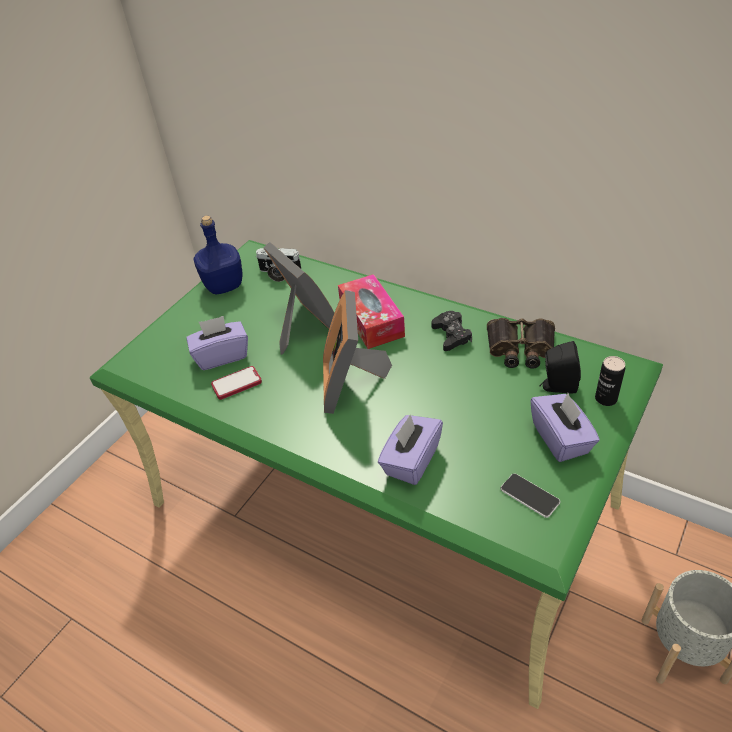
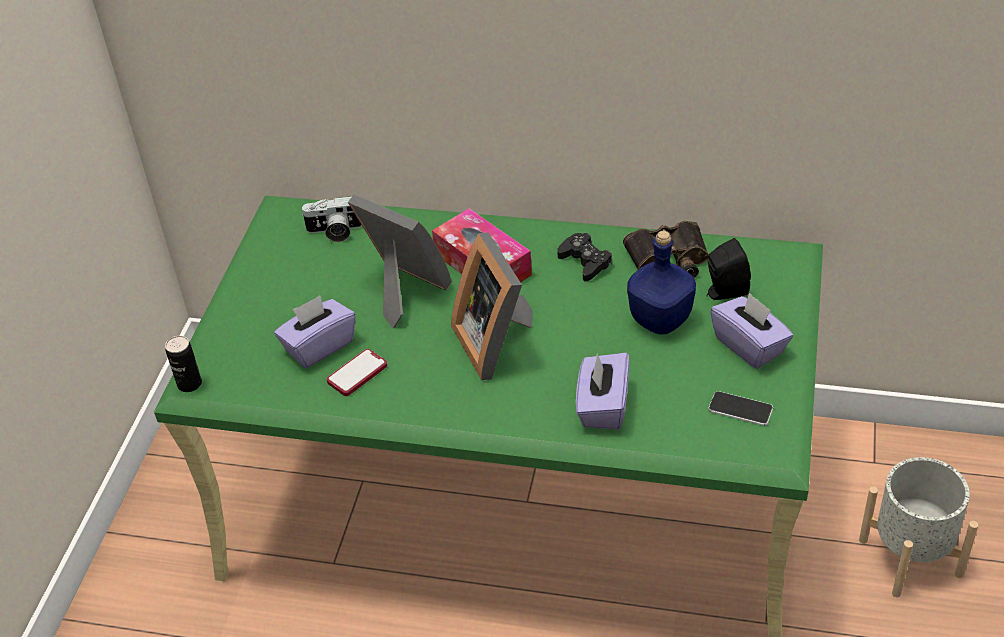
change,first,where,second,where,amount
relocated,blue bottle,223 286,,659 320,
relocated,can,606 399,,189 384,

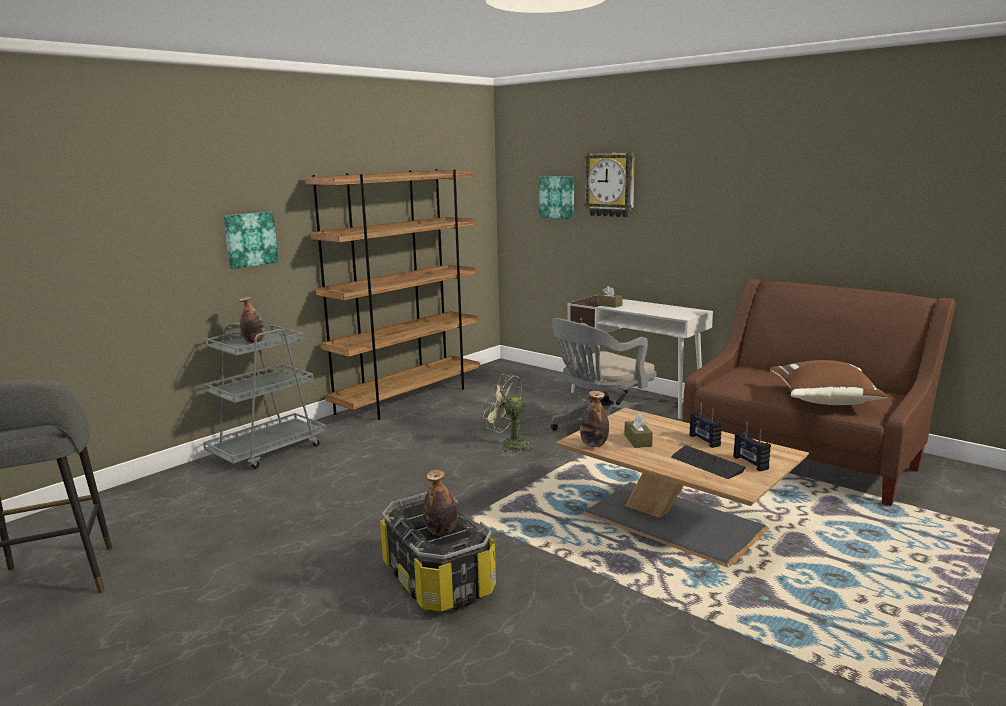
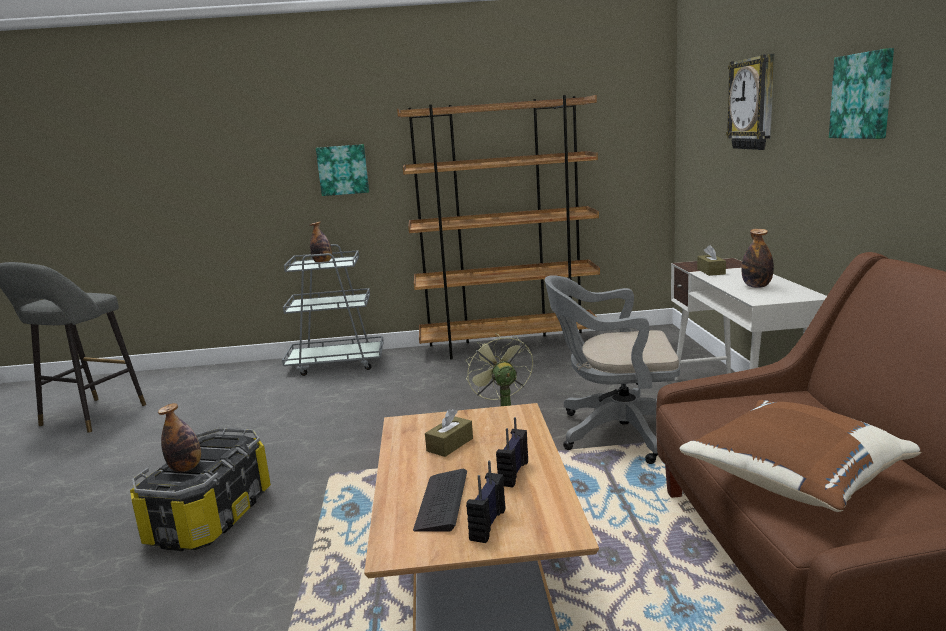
change,first,where,second,where,amount
relocated,picture,557 197,,863 96,
relocated,bottle,594 444,,756 286,

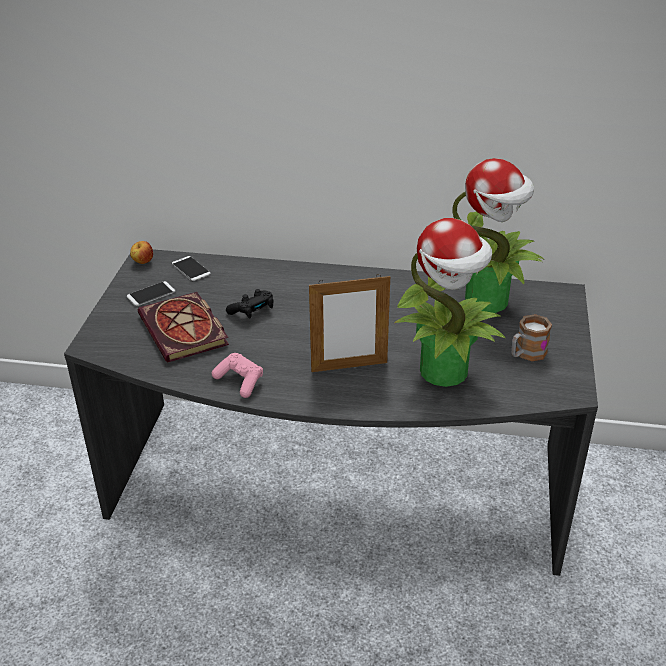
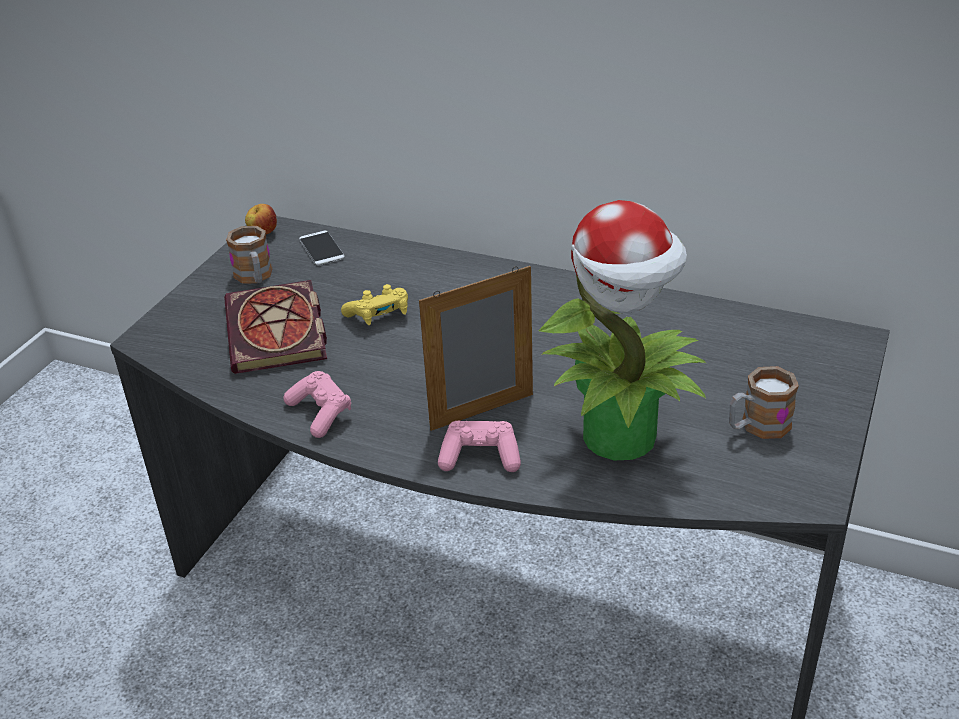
change,first,where,second,where,amount
missing,potted plant,488 301,,,
spun,picture frame,349 367,,482 412,150 degrees clockwise
exchanged,phone,151 294,mug,255 277,
colour,black game controller,252 311,yellow game controller,379 315,
appeared,,,pink game controller,480 457,

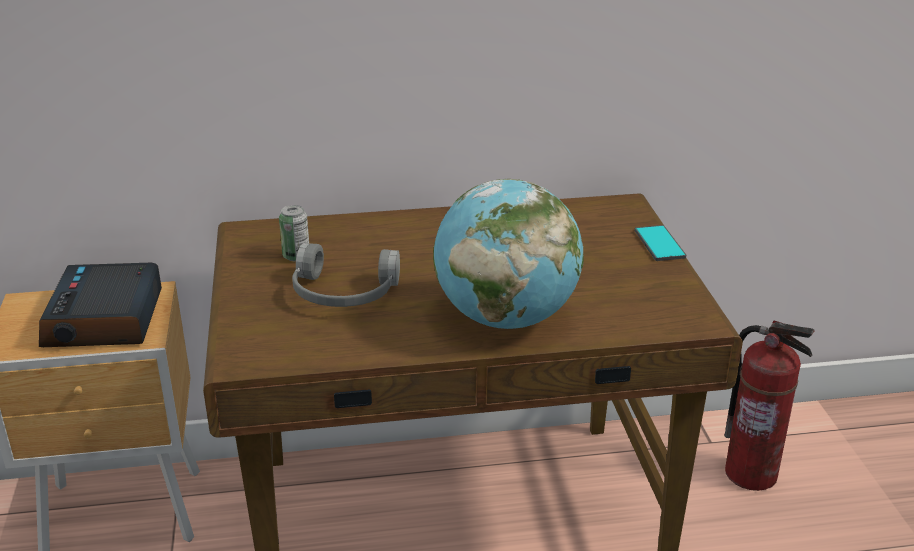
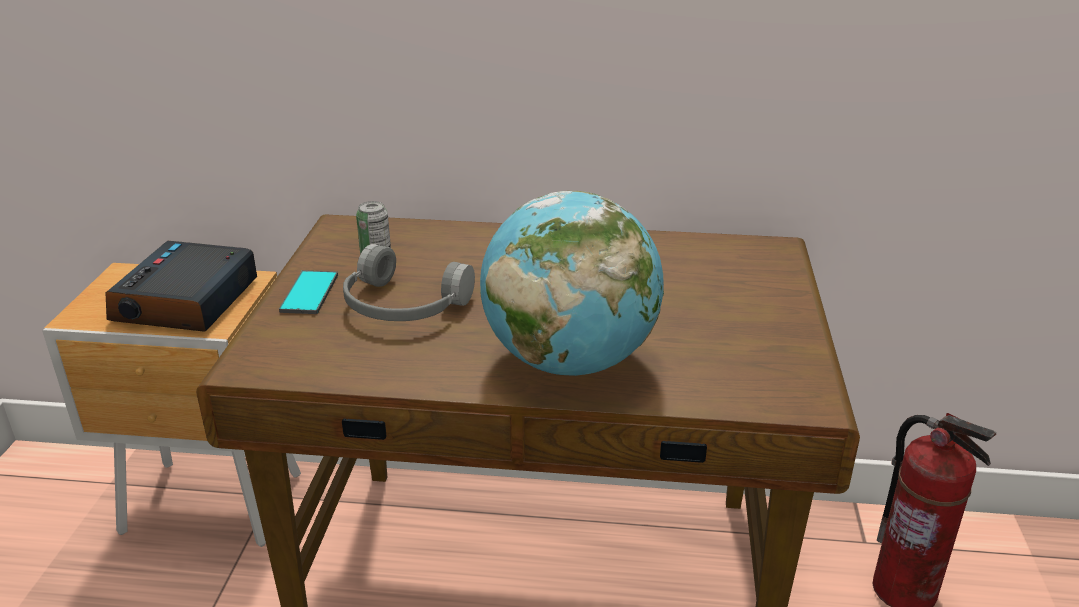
change,first,where,second,where,amount
relocated,phone,659 244,,309 293,

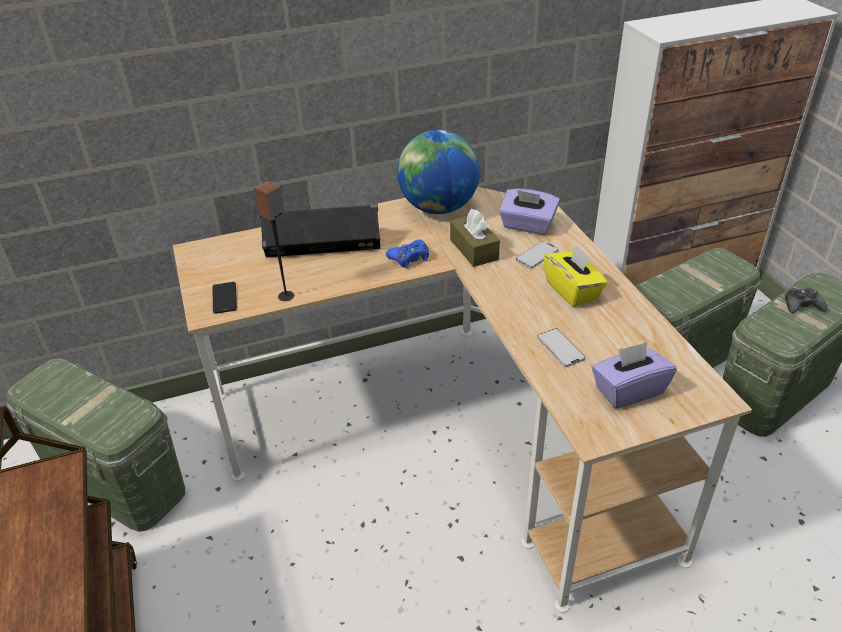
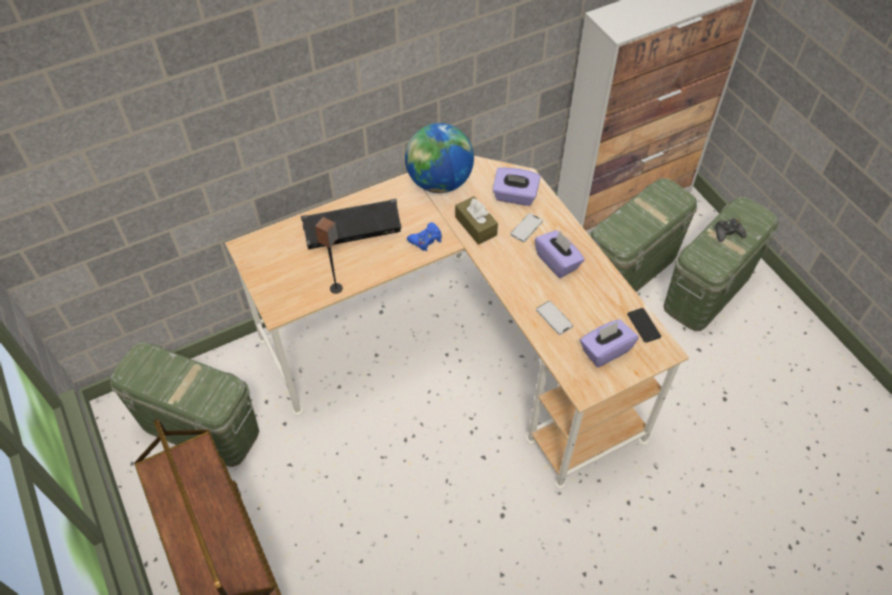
change,first,where,second,where,amount
colour,yellow tissue box,572 290,purple tissue box,557 262,
relocated,phone,224 298,,643 325,

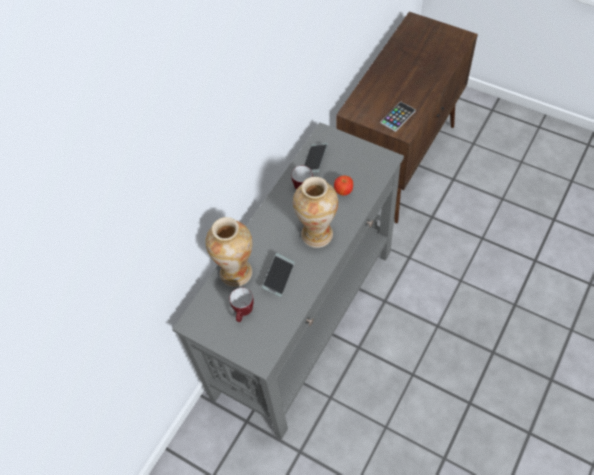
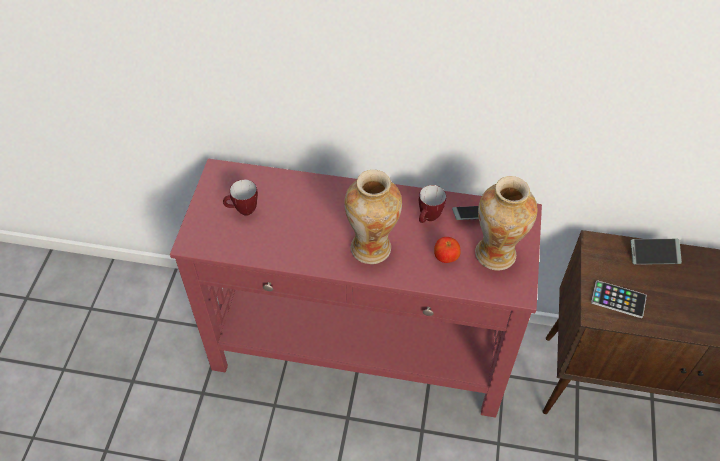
change,first,where,second,where,amount
colour,grey console table,306 321,red console table,361 350,
relocated,vase,236 272,,496 254,
relocated,phone,278 277,,654 254,

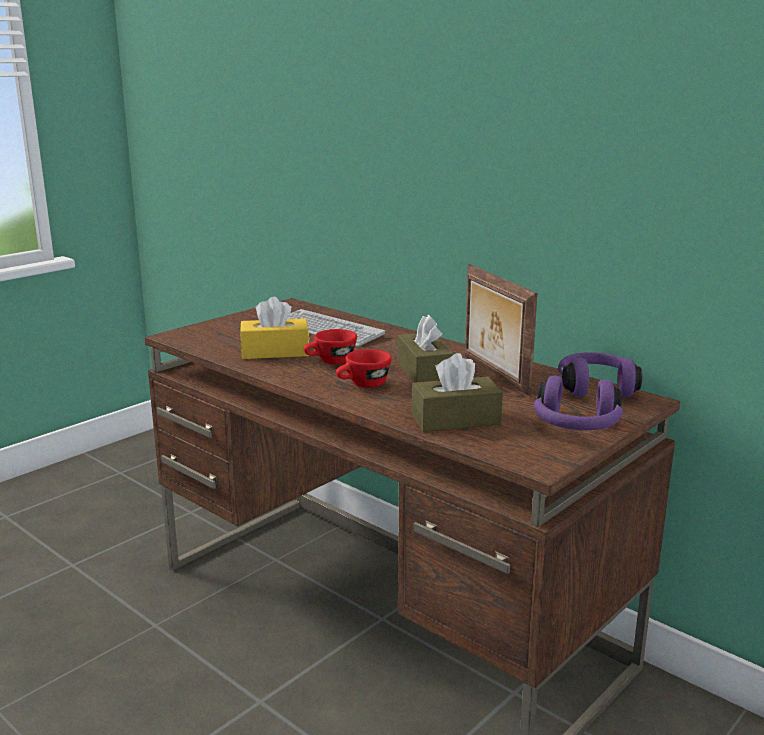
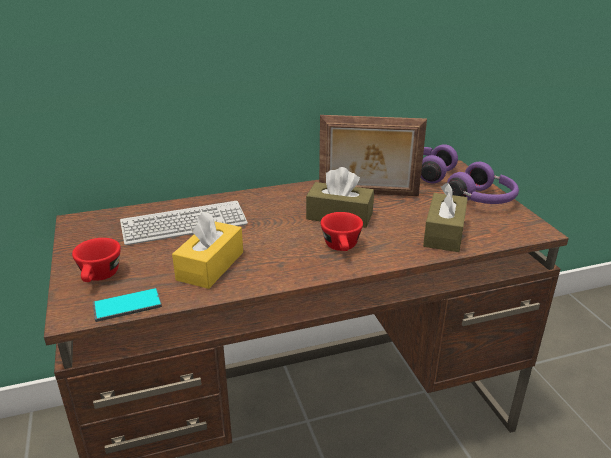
change,first,where,second,where,amount
relocated,red cup,330 362,,99 277,
appeared,,,phone,127 305,

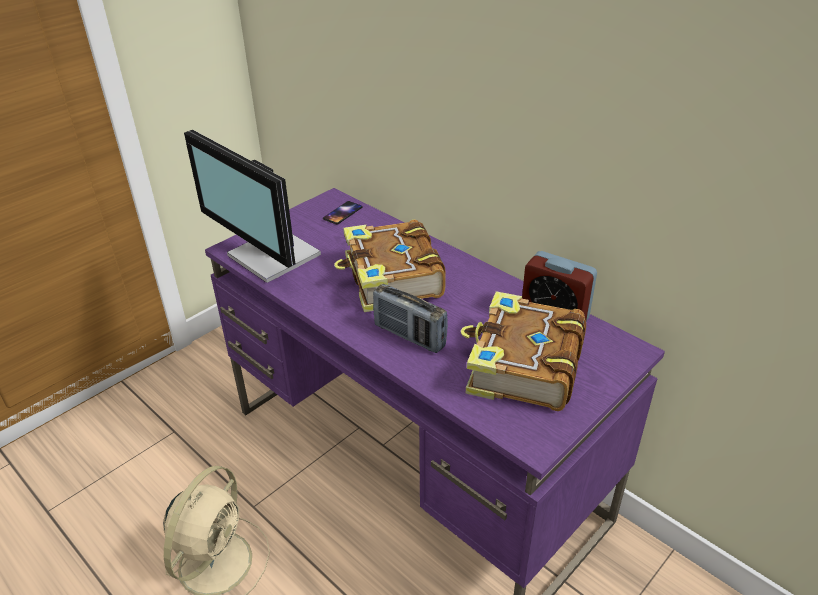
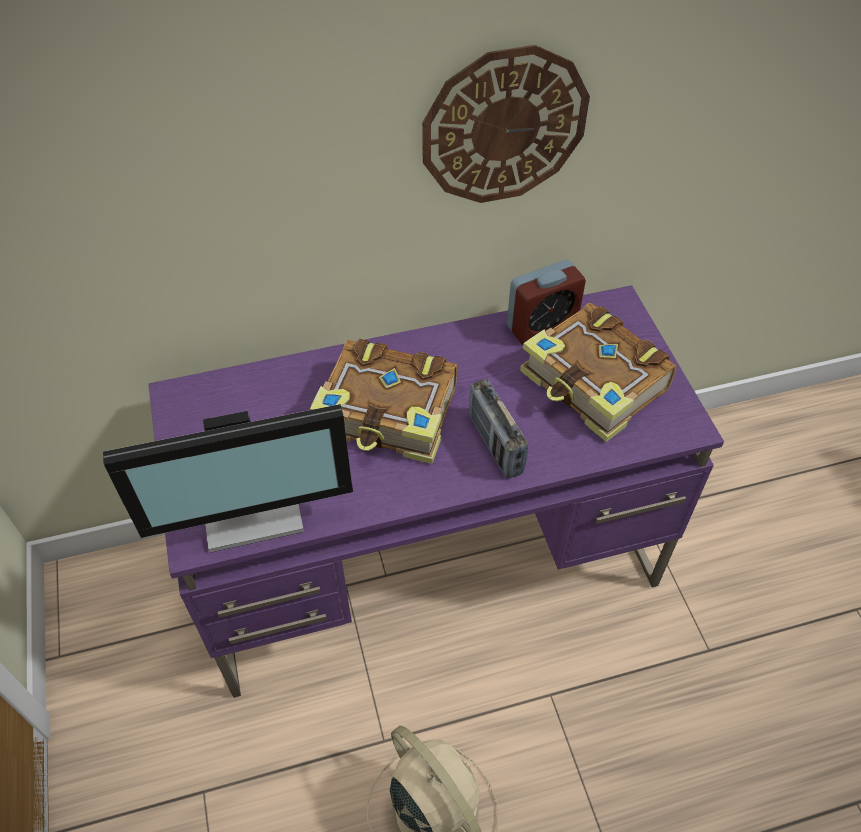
change,first,where,second,where,amount
missing,phone,343 213,,,
spun,radio,409 336,,495 444,90 degrees clockwise
appeared,,,wall clock,504 127,

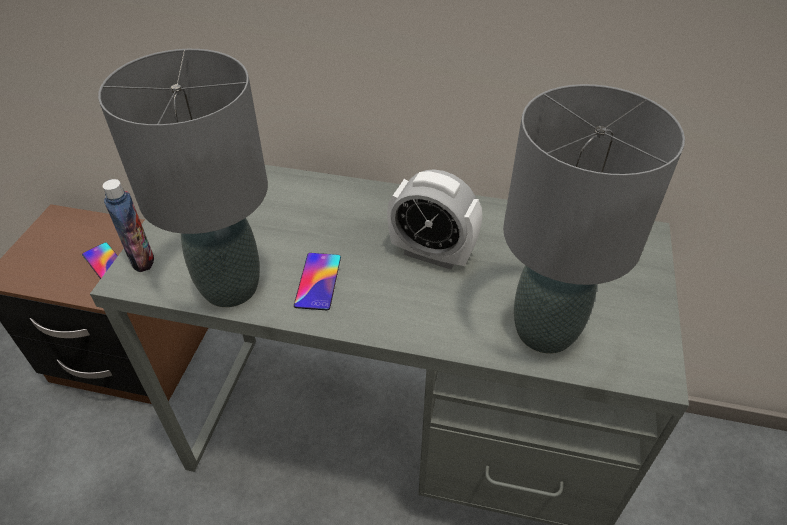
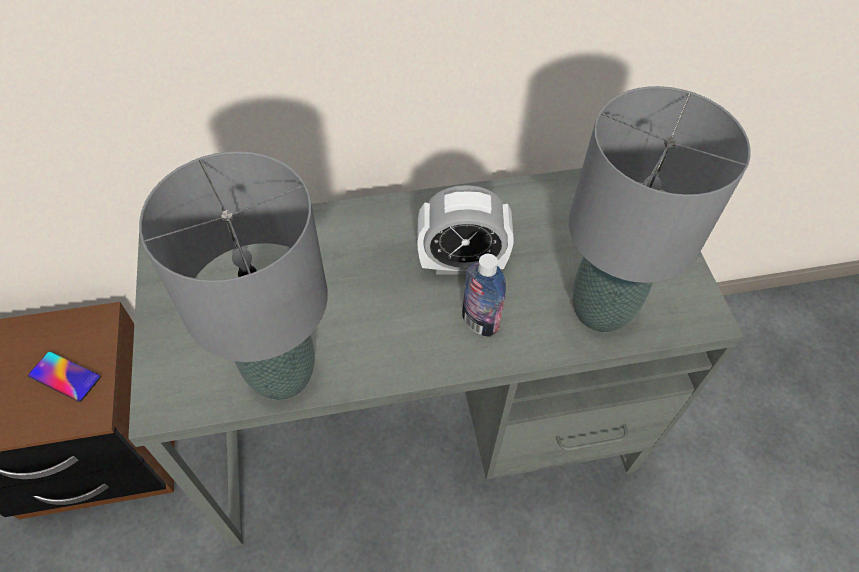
change,first,where,second,where,amount
relocated,bottle,142 259,,479 322,
missing,phone,318 281,,,

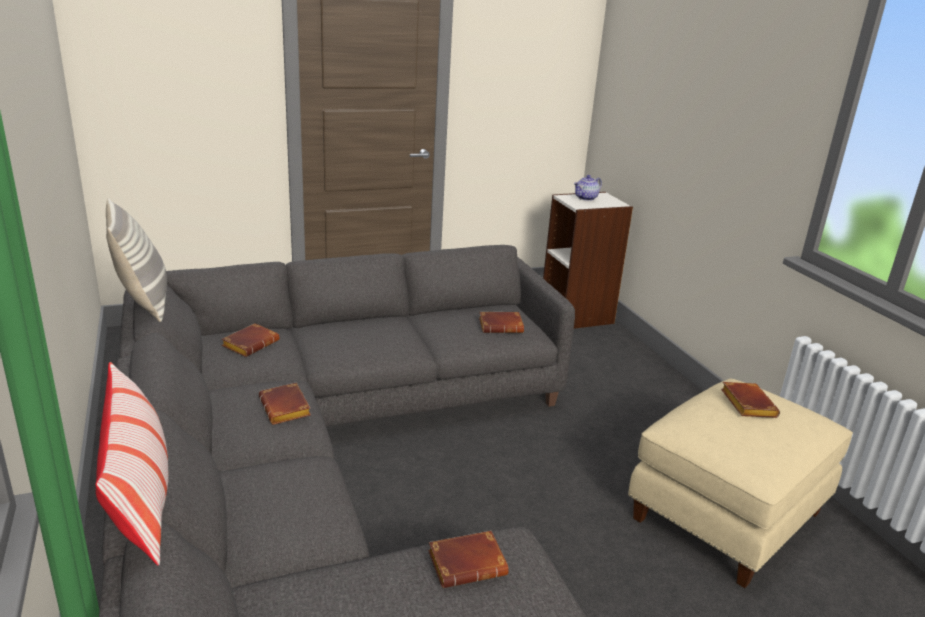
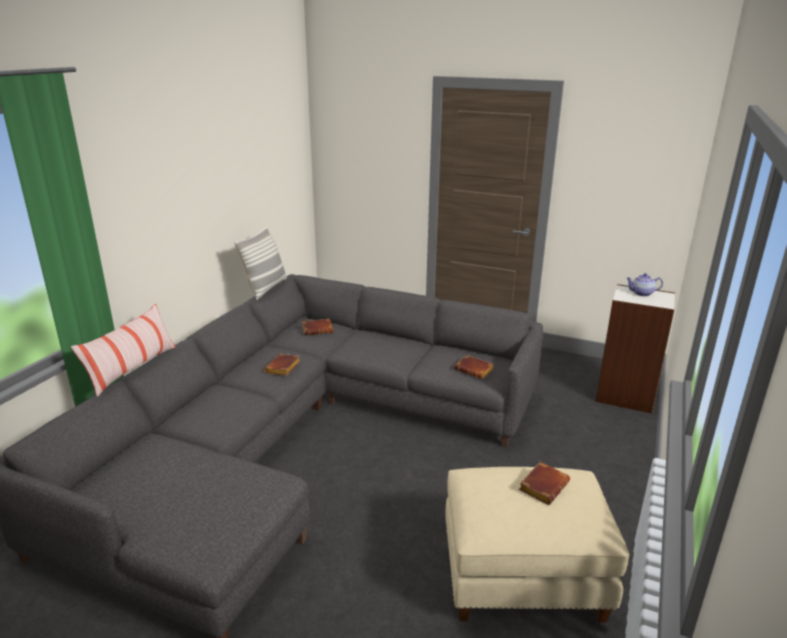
change,first,where,second,where,amount
missing,brown book,468 563,,,

